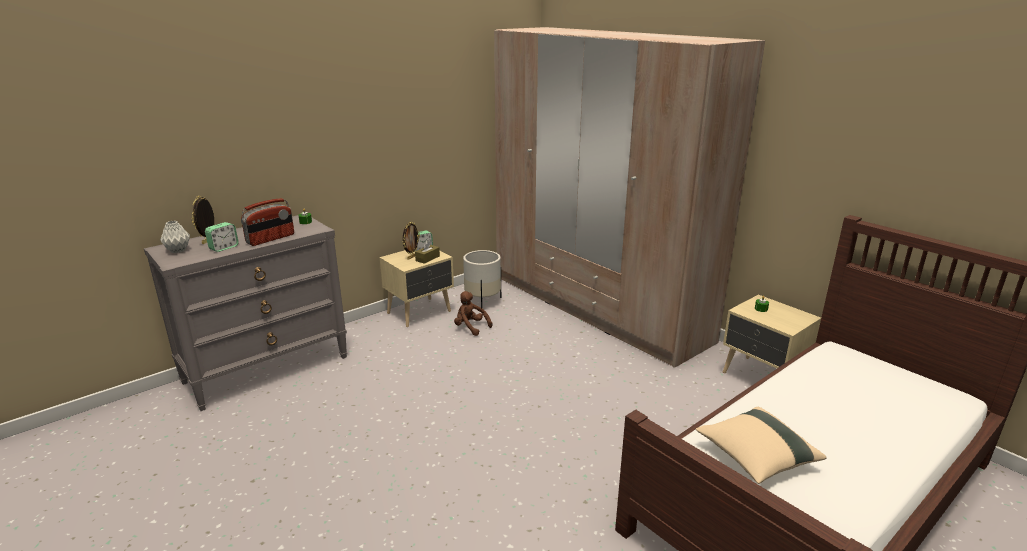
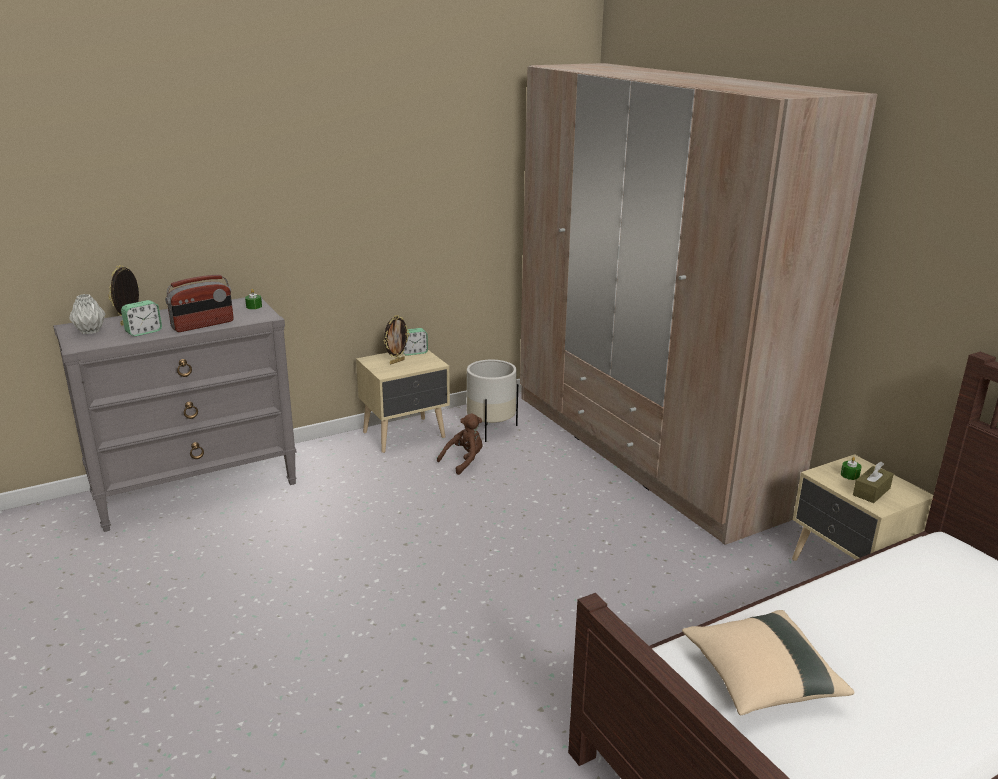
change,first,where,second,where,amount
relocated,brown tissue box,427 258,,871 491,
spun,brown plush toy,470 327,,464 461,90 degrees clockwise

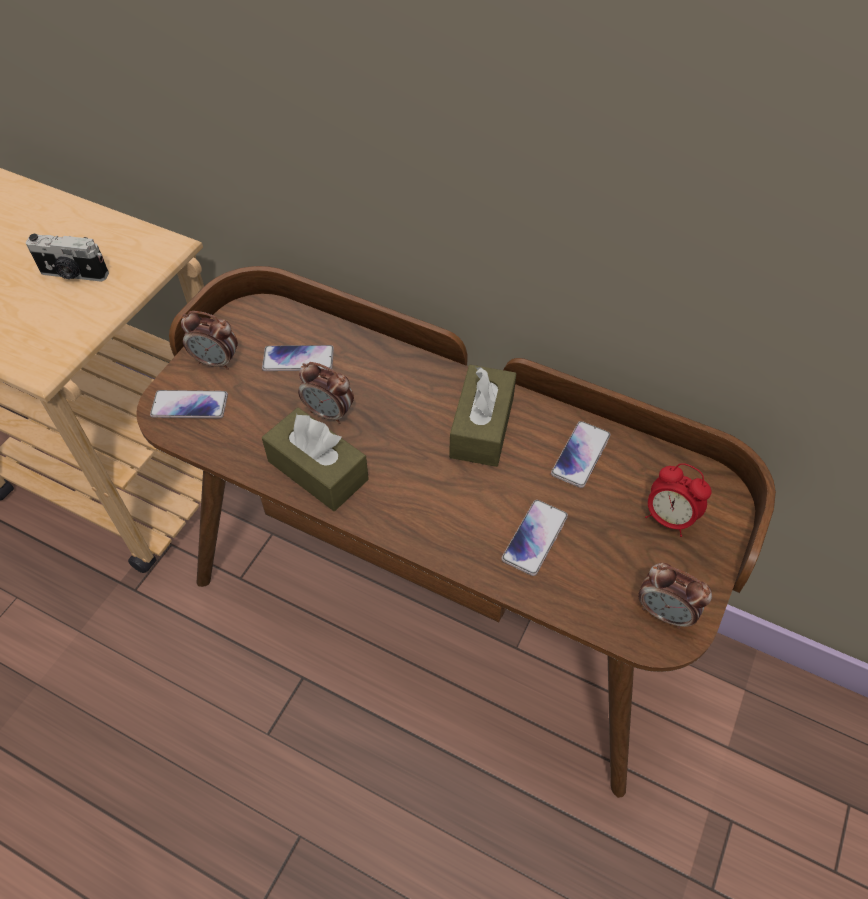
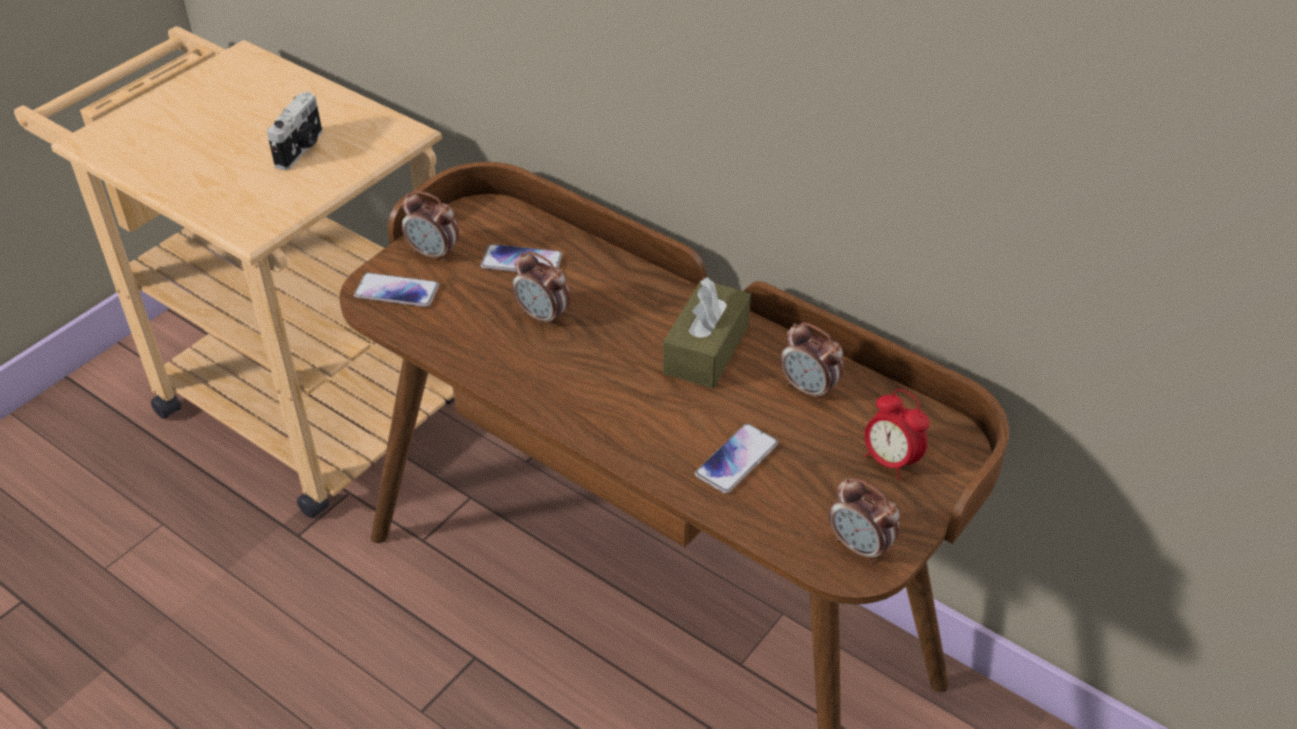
change,first,where,second,where,amount
spun,photo camera,74 274,,301 149,90 degrees counterclockwise
missing,brown tissue box,318 470,,,
exchanged,phone,580 455,alarm clock,809 389,

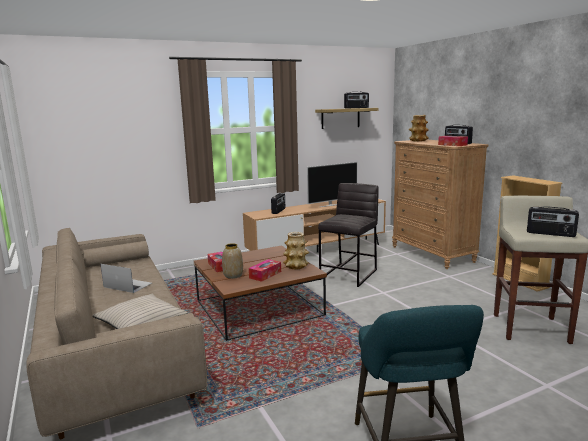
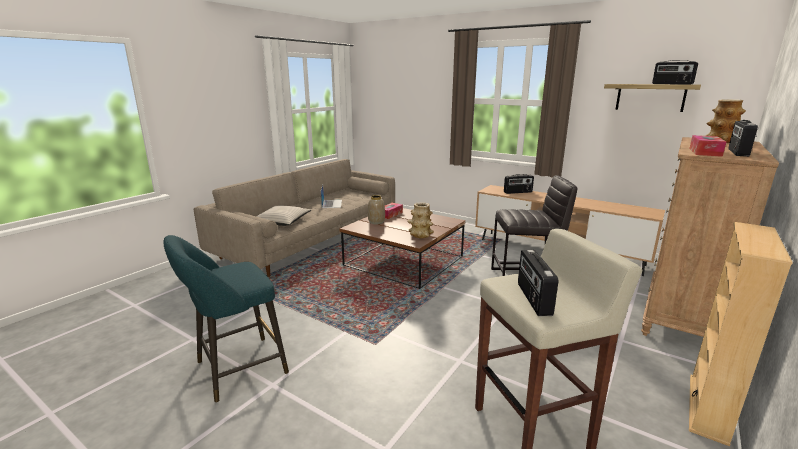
change,first,where,second,where,amount
missing,television,331 205,,,
missing,tissue box,265 275,,,

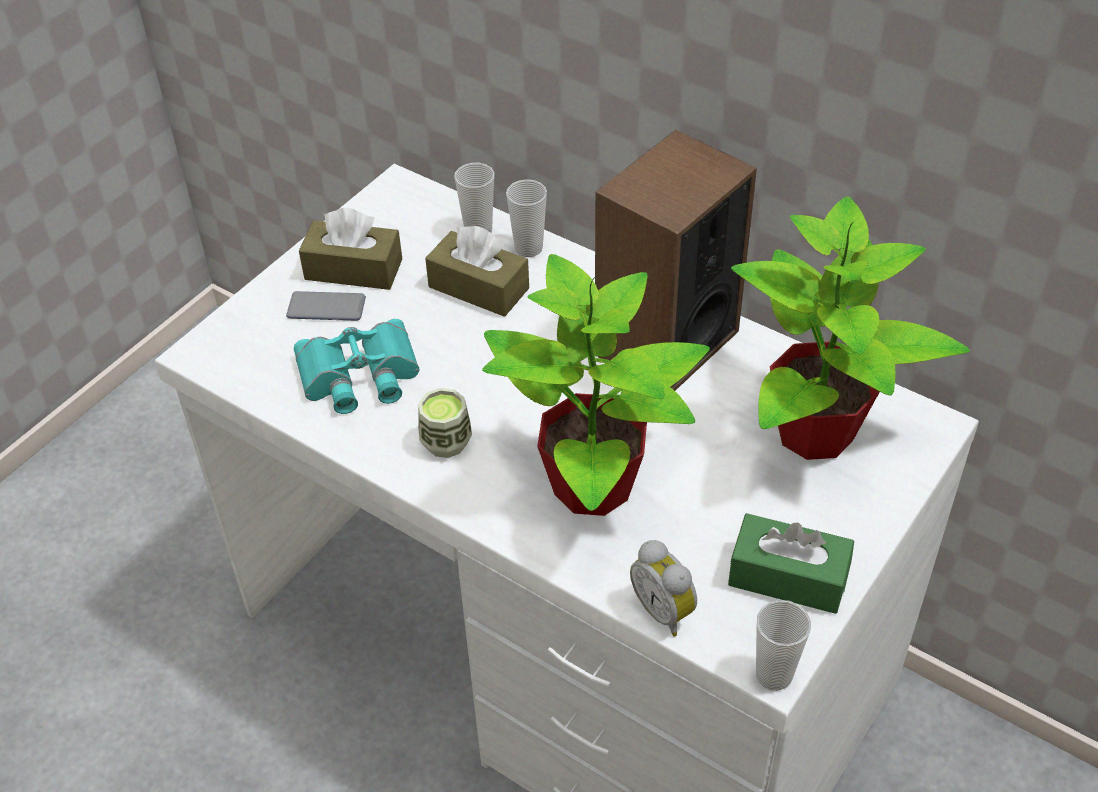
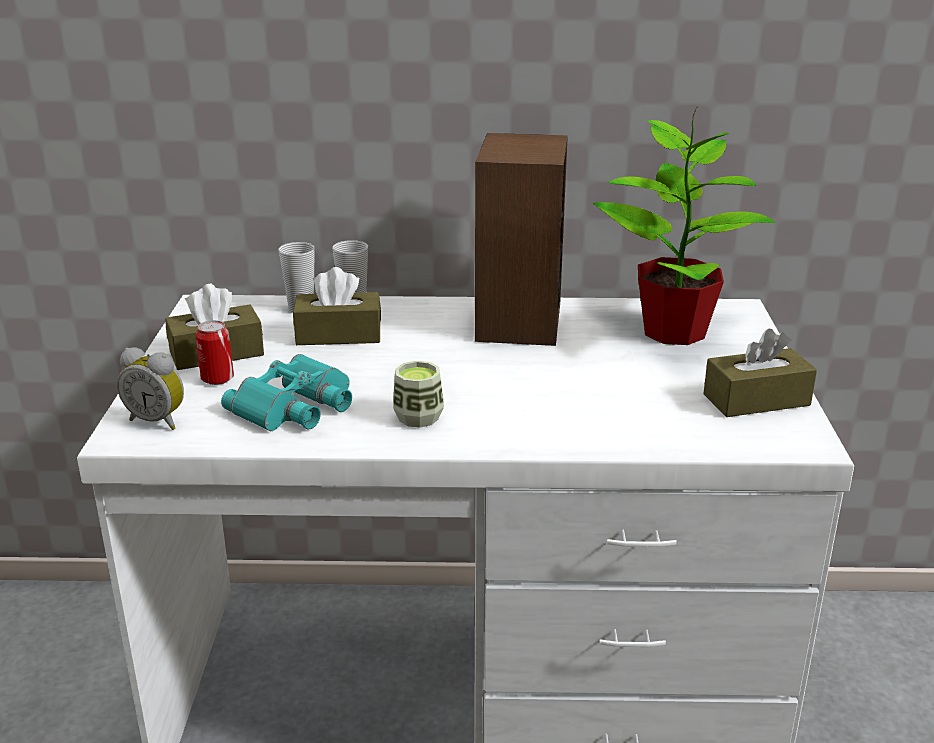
change,first,where,second,where,amount
missing,potted plant,594 487,,,
exchanged,phone,326 308,can,217 379,
colour,green tissue box,788 577,brown tissue box,756 400,
relocated,alarm clock,665 610,,158 420,
missing,cup,774 675,,,

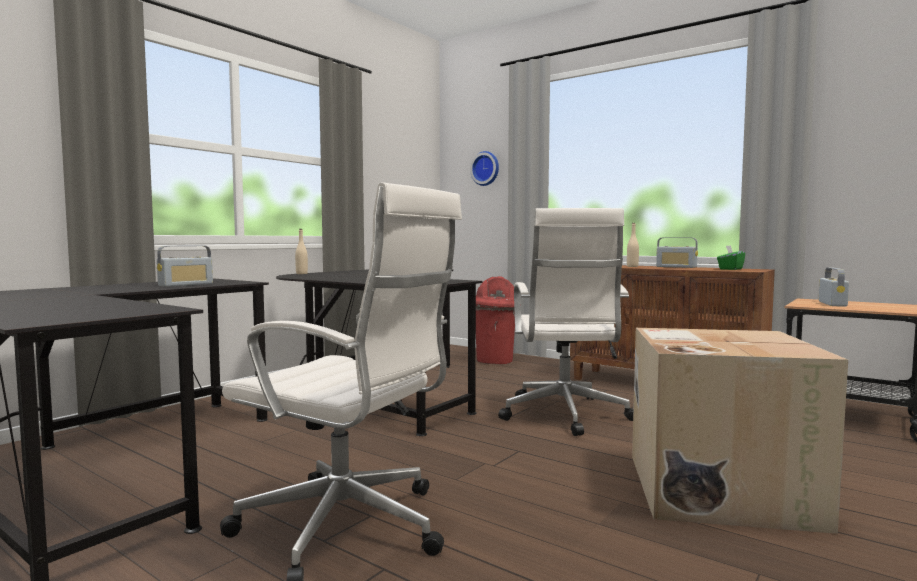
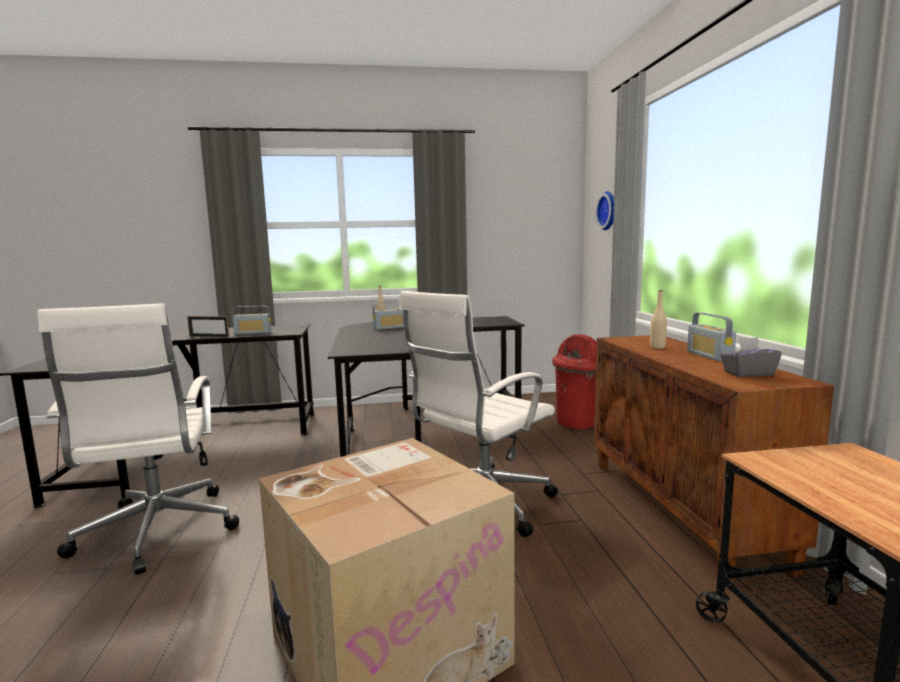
change,first,where,second,where,amount
colour,green tissue box,730 269,grey tissue box,748 374,
relocated,radio,832 304,,390 327,
appeared,,,picture frame,209 337,

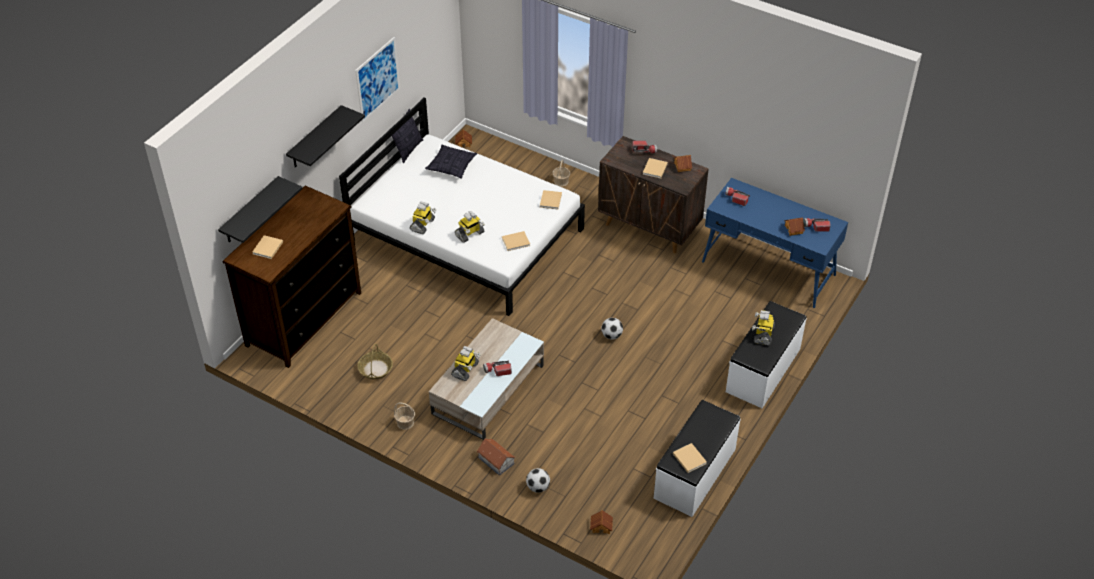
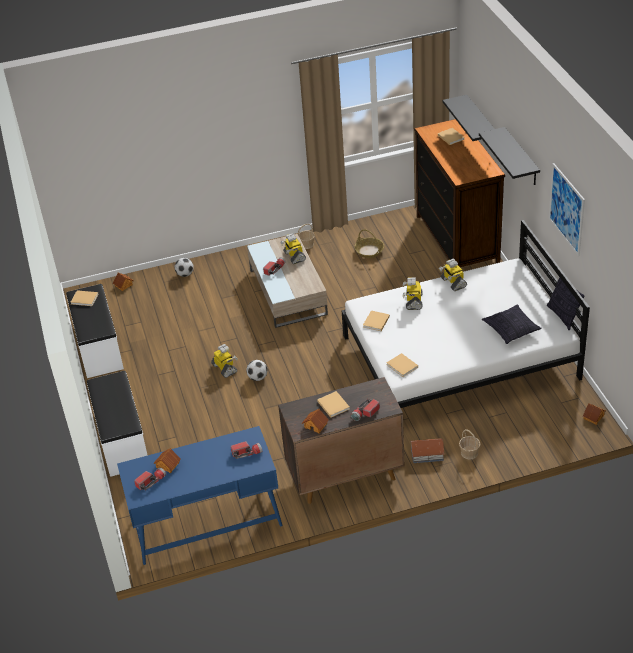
change,first,where,second,where,amount
relocated,toy robot,763 334,,225 368,
relocated,toy house,496 460,,427 454,

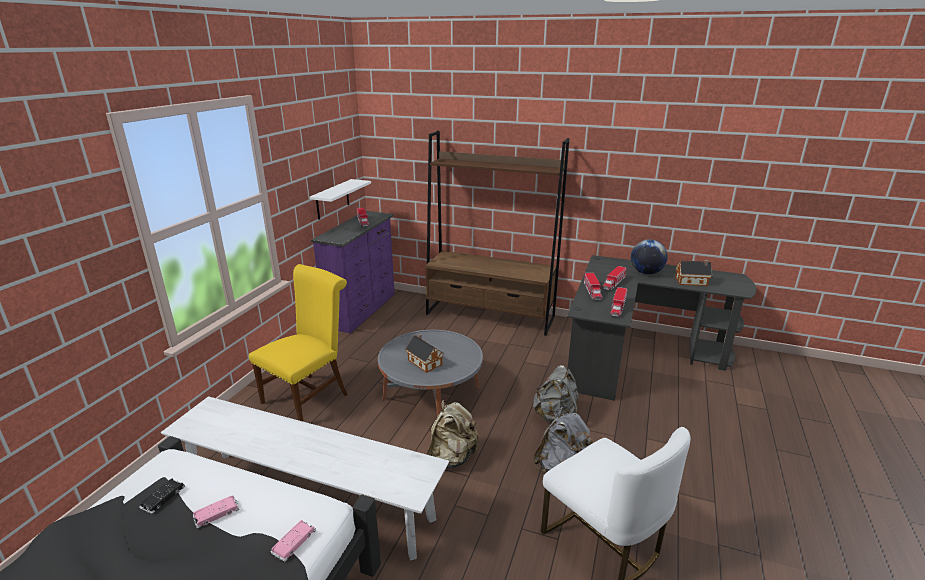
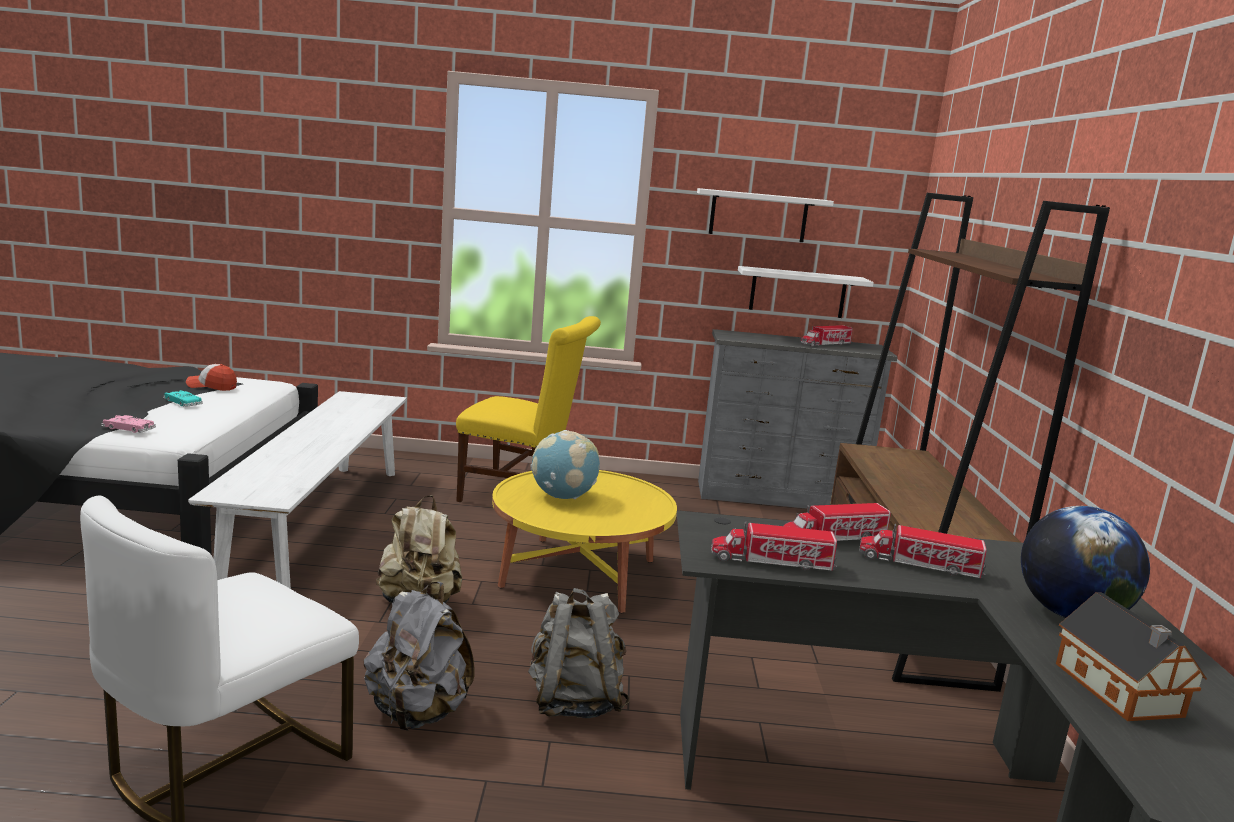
change,first,where,second,where,amount
colour,purple dresser,363 310,grey dresser,780 498,
colour,grey coffee table,431 393,yellow coffee table,578 574,
exchanged,toy house,424 362,globe,563 497,
exchanged,black toy car,163 498,cap,212 386,
colour,pink toy car,216 514,turquoise toy car,183 402,
appeared,,,white shelf,758 216,

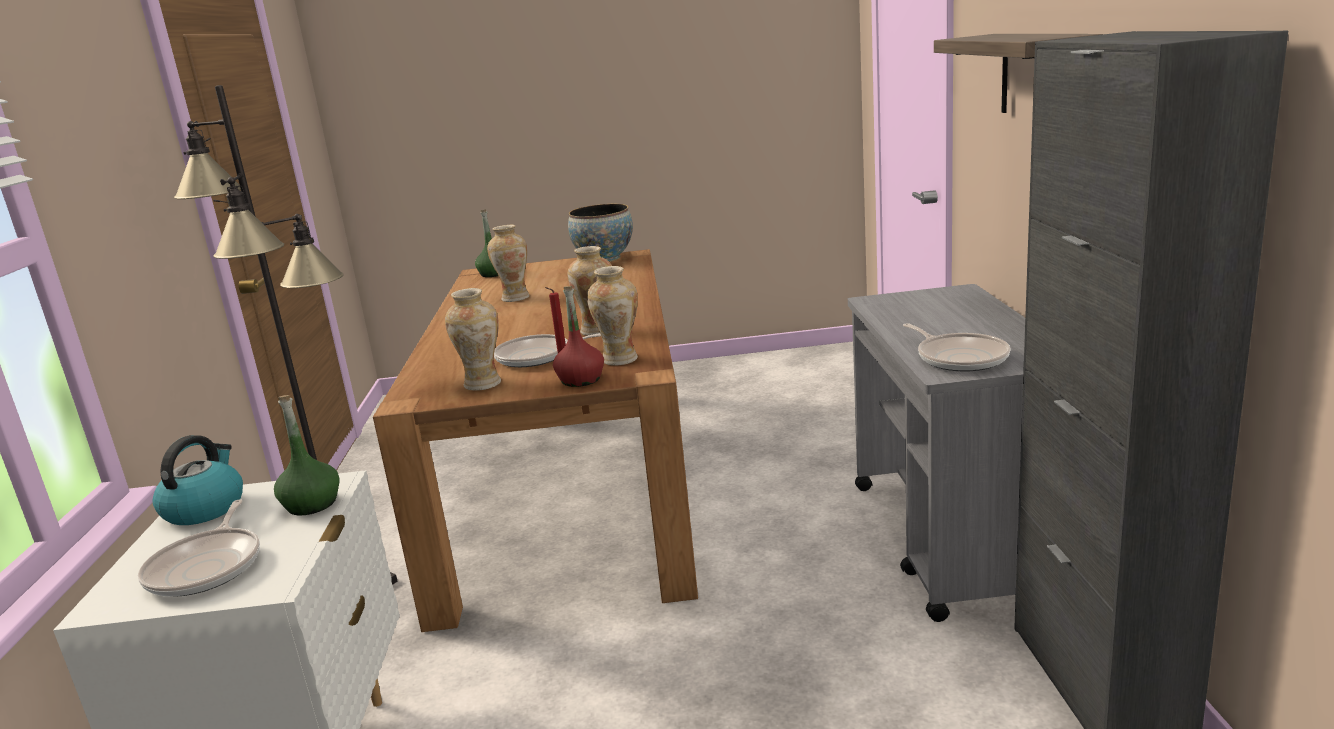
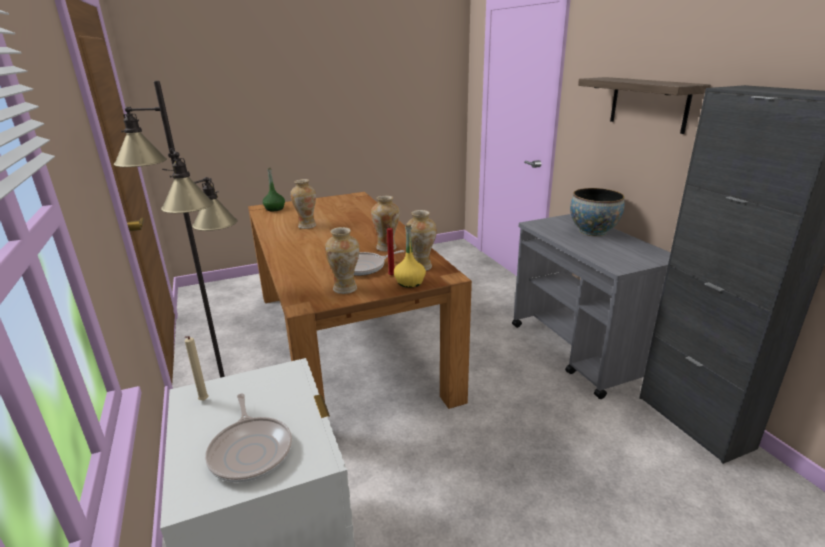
change,first,where,second,where,amount
relocated,bowl,604 259,,593 231,
colour,red bottle,580 380,yellow bottle,409 282,
missing,frying pan,959 358,,,
missing,green bottle,312 504,,,
exchanged,kettle,205 508,beige candle,203 401,

